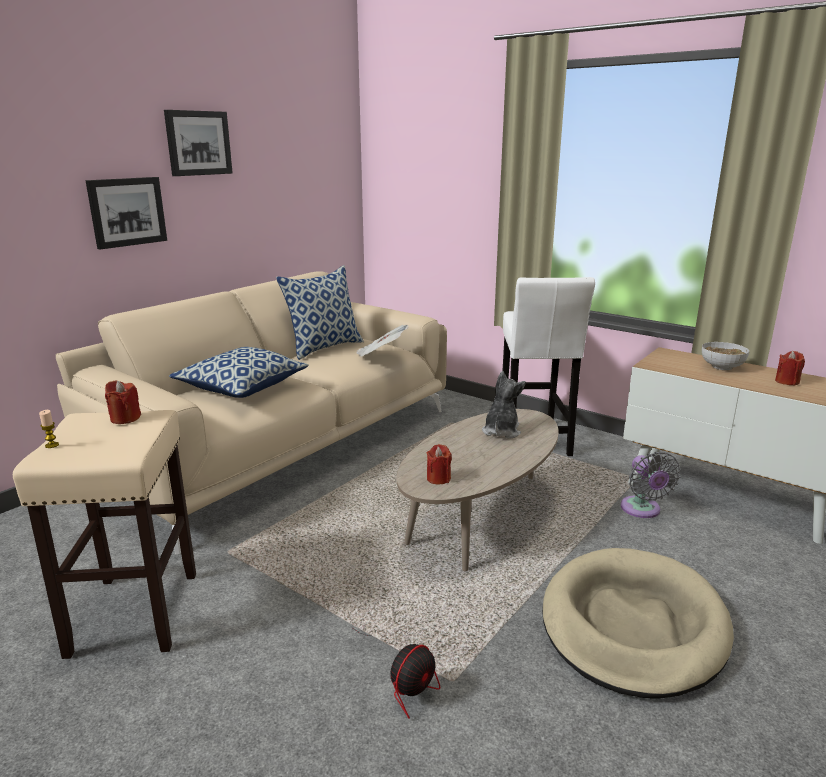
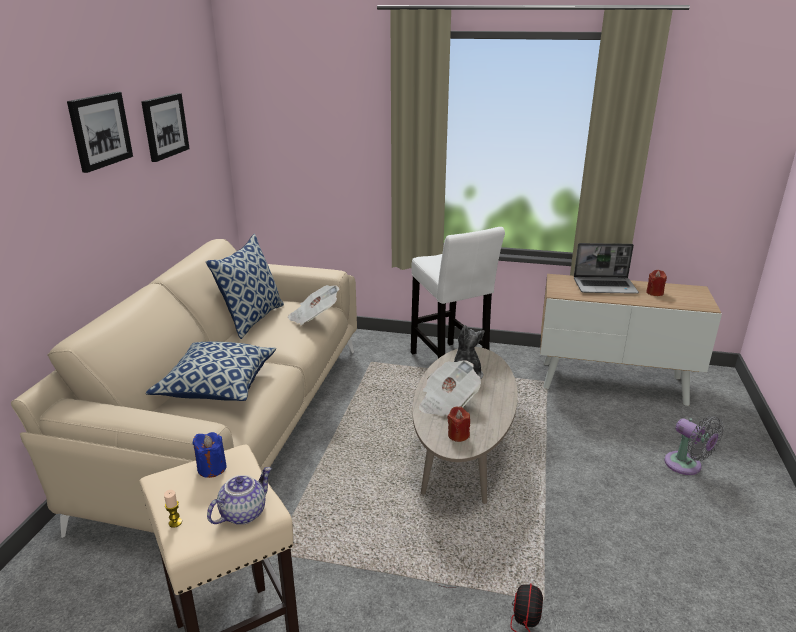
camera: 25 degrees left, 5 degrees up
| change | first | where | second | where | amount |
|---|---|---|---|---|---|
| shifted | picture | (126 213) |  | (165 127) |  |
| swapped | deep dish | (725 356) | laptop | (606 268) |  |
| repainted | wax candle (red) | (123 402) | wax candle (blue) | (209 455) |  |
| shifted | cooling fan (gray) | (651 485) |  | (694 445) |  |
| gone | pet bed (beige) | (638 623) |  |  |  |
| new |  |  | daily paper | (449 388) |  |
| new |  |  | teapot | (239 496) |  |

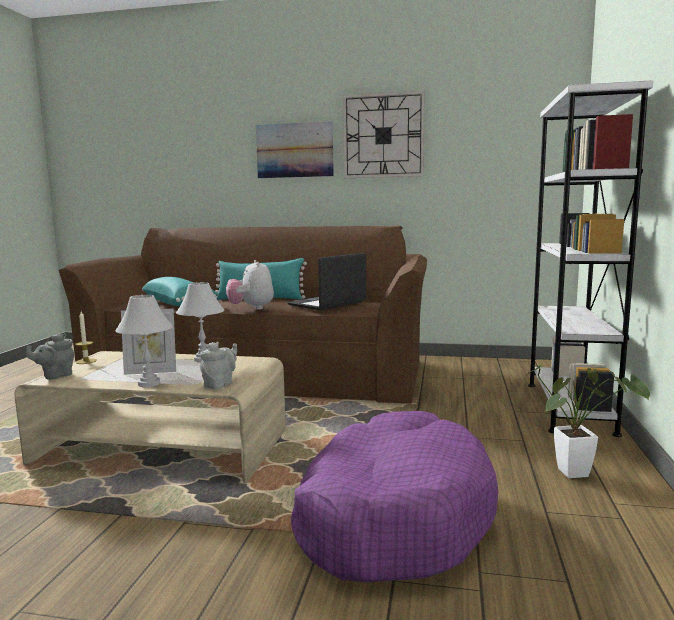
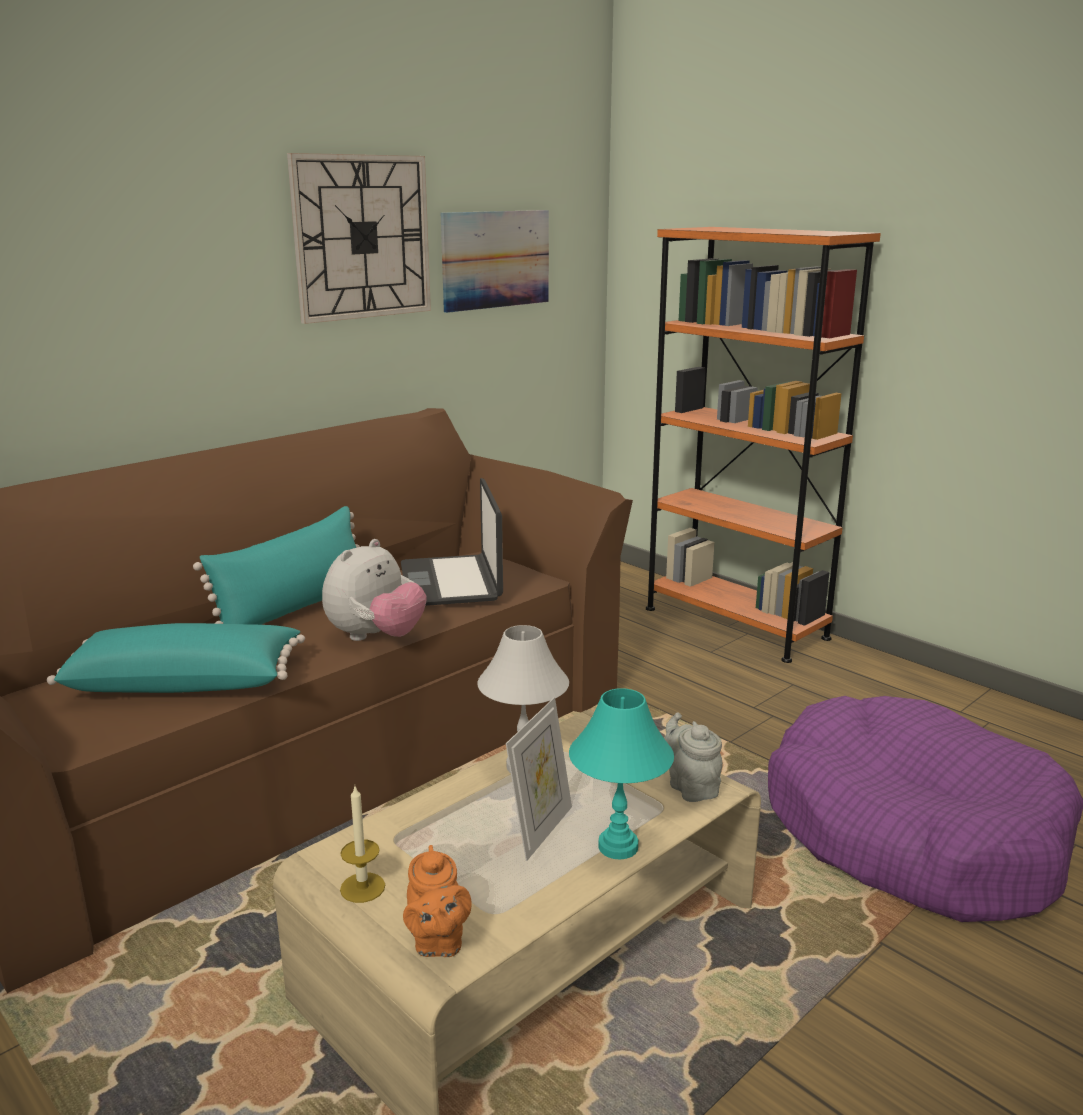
camera: 55 degrees left, 10 degrees up
| change | first | where | second | where | amount |
|---|---|---|---|---|---|
| repainted | bookshelf (white-coloured) | (591 258) | bookshelf (orange) | (763 445) |  |
| shifted | picture | (295 149) |  | (495 261) |  |
| rotated | cuddly toy | (250 285) |  | (374 590) | 75 degrees counterclockwise |
| repainted | lamp for a table (white-coloured) | (144 341) | lamp for a table (blue-green) | (621 774) |  |
| repainted | teapot (gray) | (50 356) | teapot (orange) | (437 901) |  |
| gone | potted plant | (587 421) |  |  |  |

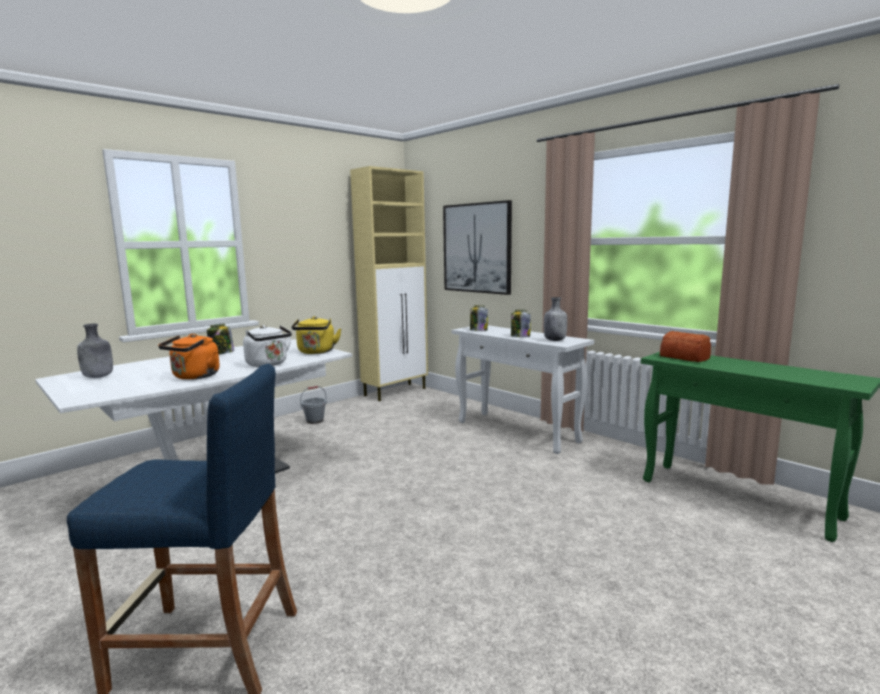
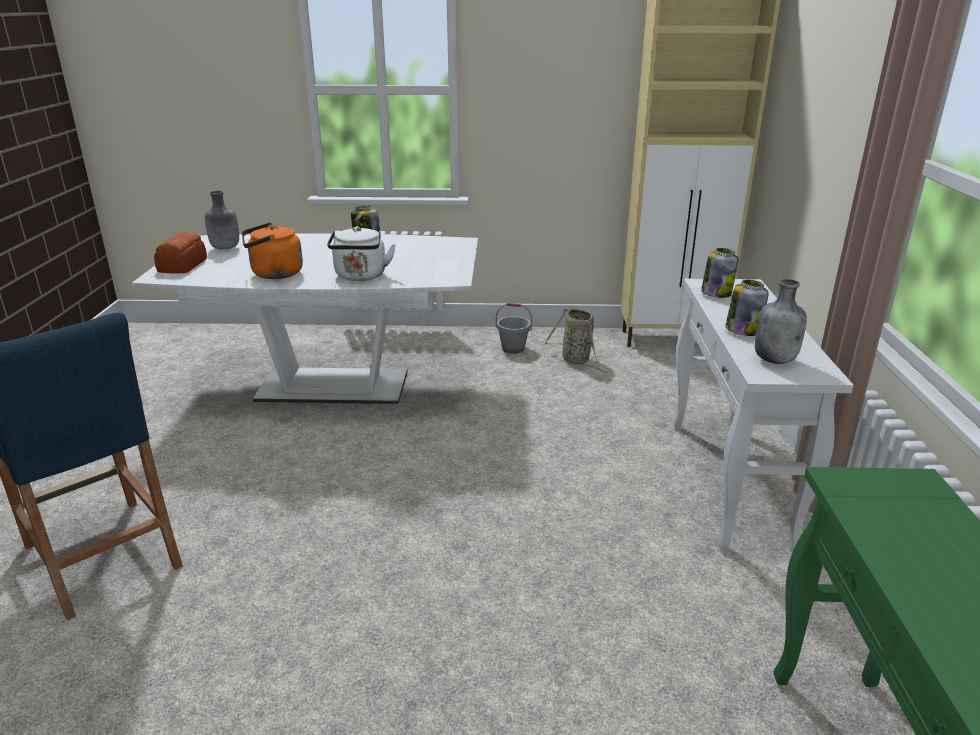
camera: 45 degrees right, 15 degrees up
| change | first | where | second | where | amount |
|---|---|---|---|---|---|
| gone | picture | (477 247) |  |  |  |
| gone | water kettle (yellow-coloured) | (316 335) |  |  |  |
| shifted | bakery bread | (685 346) |  | (180 252) |  |
| new |  |  | household basket | (576 340) |  |

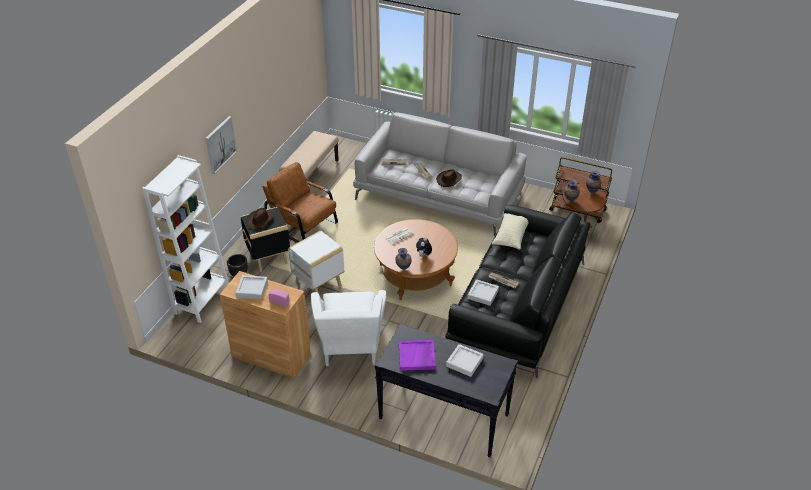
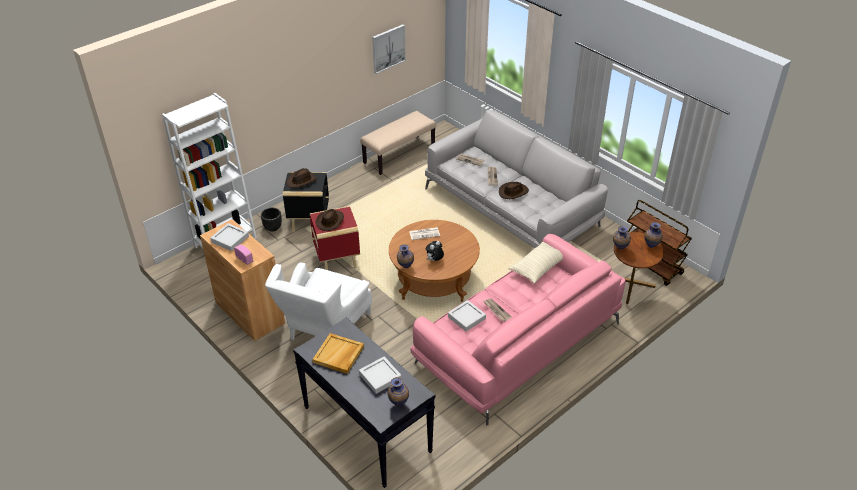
camera: 25 degrees right, 0 degrees up
| change | first | where | second | where | amount |
|---|---|---|---|---|---|
| shifted | picture | (221 145) |  | (389 49) |  |
| gone | easy chair (brown-coloured) | (300 202) |  |  |  |
| repainted | couch (blackish) | (517 291) | couch (pinkish) | (518 329) |  |
| repainted | end table (white-coloured) | (316 262) | end table (red) | (335 238) |  |
| repainted | carrying tray (purple-coloured) | (417 355) | carrying tray (beige) | (338 353) |  |
| new |  |  | hat (brown-coloured) | (329 220) |  |
| new |  |  | vase | (398 391) |  |

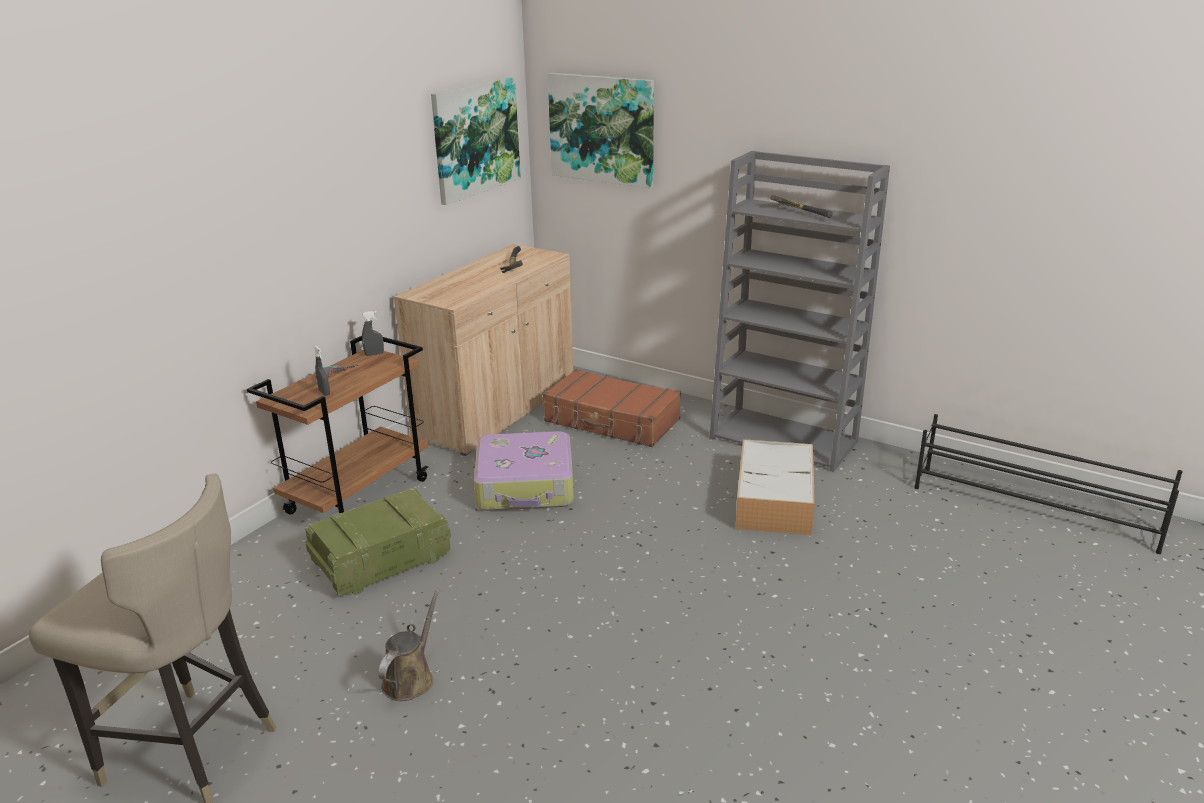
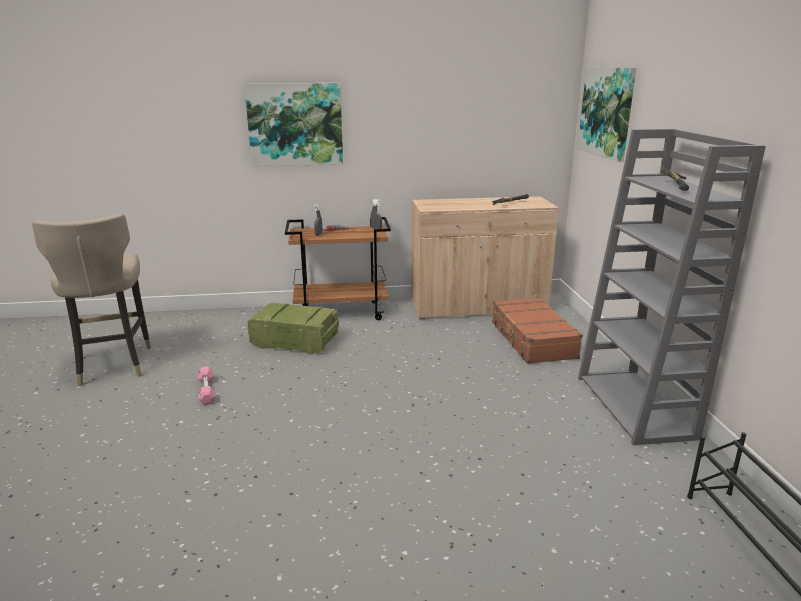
camera: 50 degrees right, 5 degrees down
| change | first | where | second | where | amount |
|---|---|---|---|---|---|
| shifted | picture | (476 141) |  | (293 124) |  |
| gone | piece of luggage | (524 471) |  |  |  |
| gone | storage box | (775 487) |  |  |  |
| swapped | watering can (brown-coloured) | (409 644) | dumbbell (pinkish) | (206 385) |  |

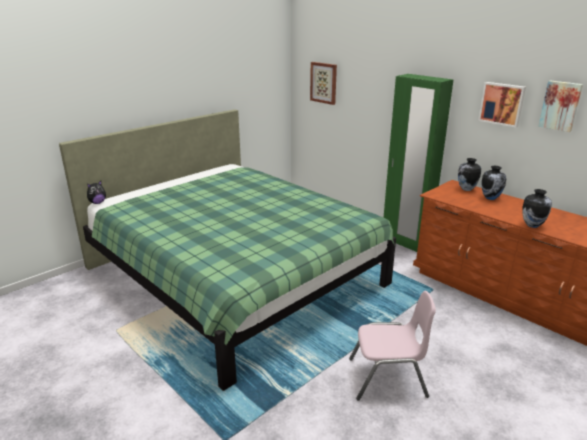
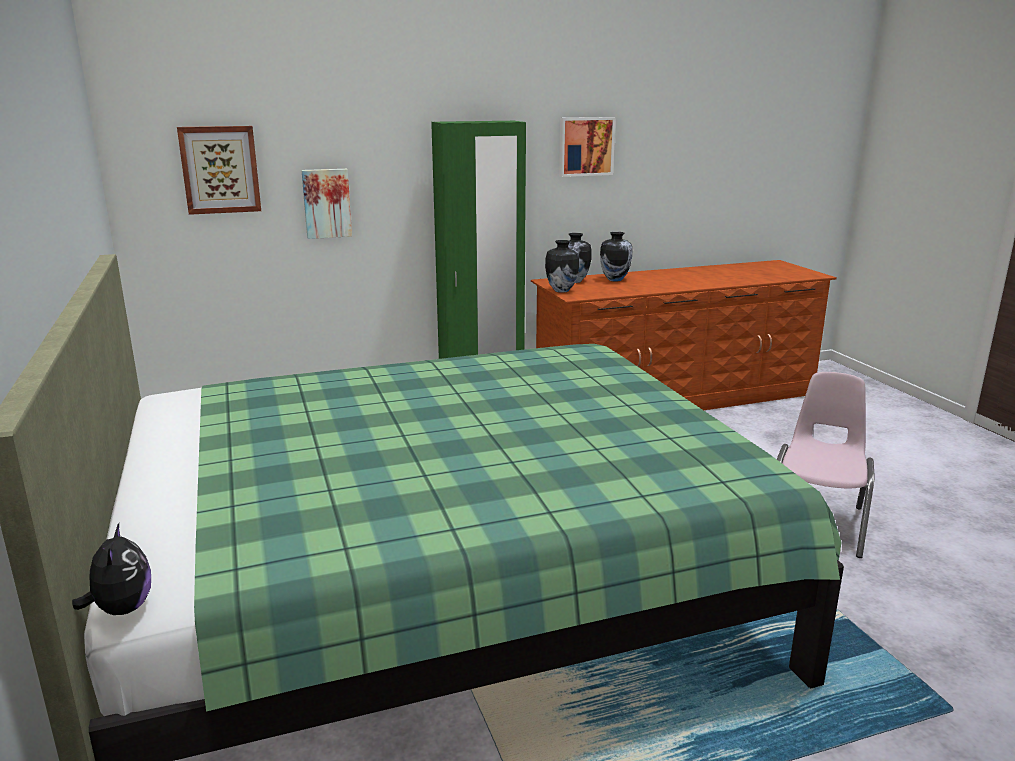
camera: 65 degrees left, 5 degrees down
| change | first | where | second | where | amount |
|---|---|---|---|---|---|
| shifted | picture | (560 106) |  | (326 204) |  |
| shifted | vase | (537 208) |  | (562 266) |  |

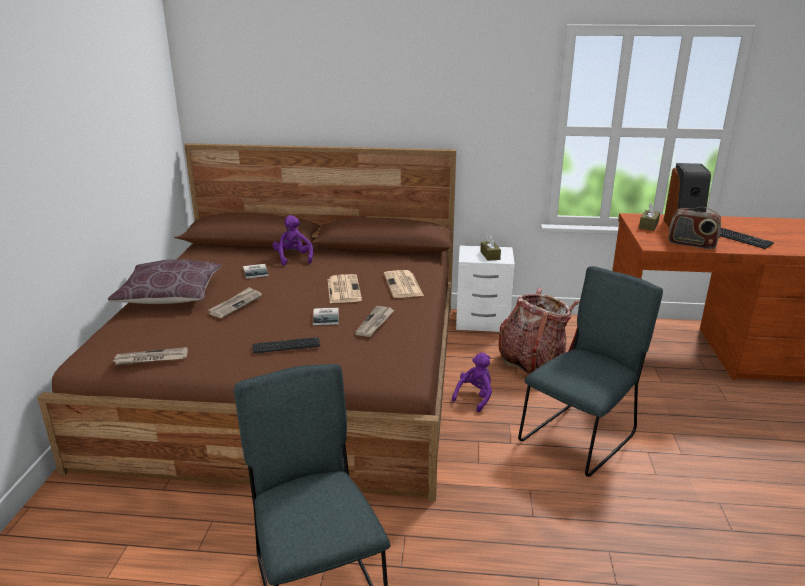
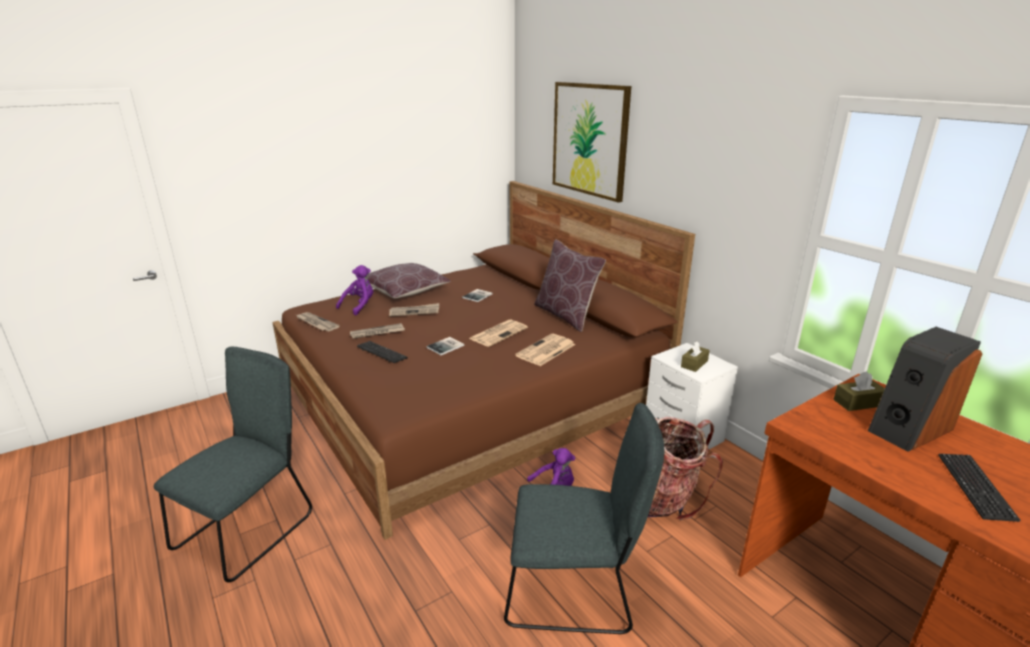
camera: 50 degrees right, 0 degrees up
| change | first | where | second | where | amount |
|---|---|---|---|---|---|
| gone | radio receiver | (694 228) |  |  |  |
| shifted | cuddly toy (purple-coloured) | (293 240) |  | (354 290) |  |
| shifted | daily paper | (374 321) |  | (377 331) |  |
| new |  |  | picture | (592 142) |  |
| new |  |  | pillow (brown-coloured) | (570 285) |  |

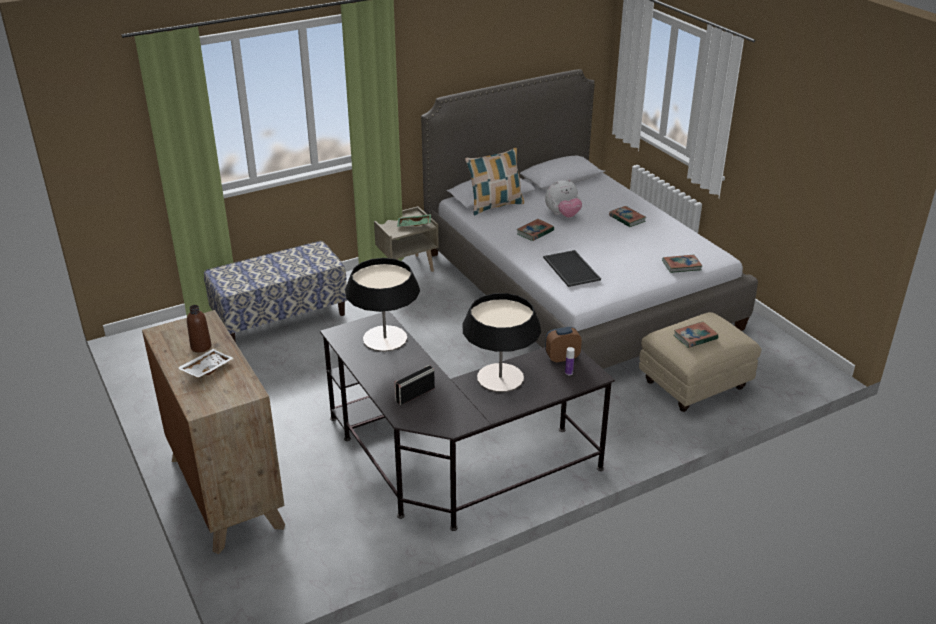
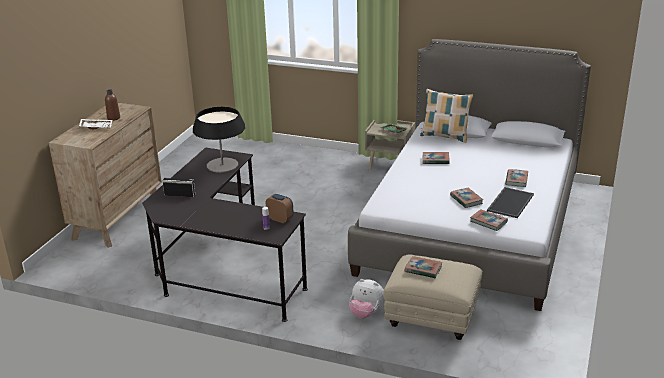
camera: 50 degrees right, 5 degrees down
| change | first | where | second | where | amount |
|---|---|---|---|---|---|
| shifted | cuddly toy | (563 198) |  | (367 299) |  |
| gone | long seat | (276 292) |  |  |  |
| shifted | carrying tray | (572 268) |  | (510 202) |  |
| gone | lamp for a table | (501 342) |  |  |  |
| new |  |  | book | (466 198) |  |

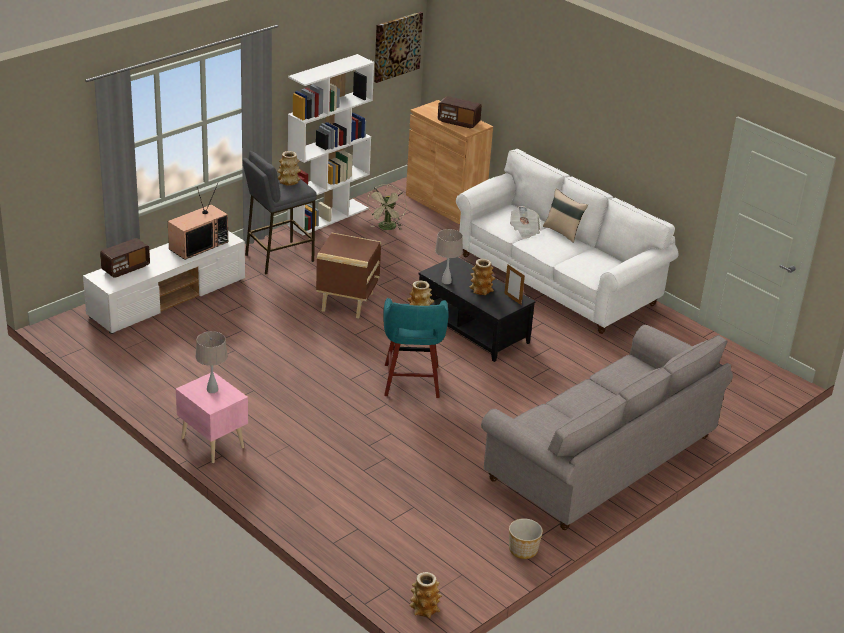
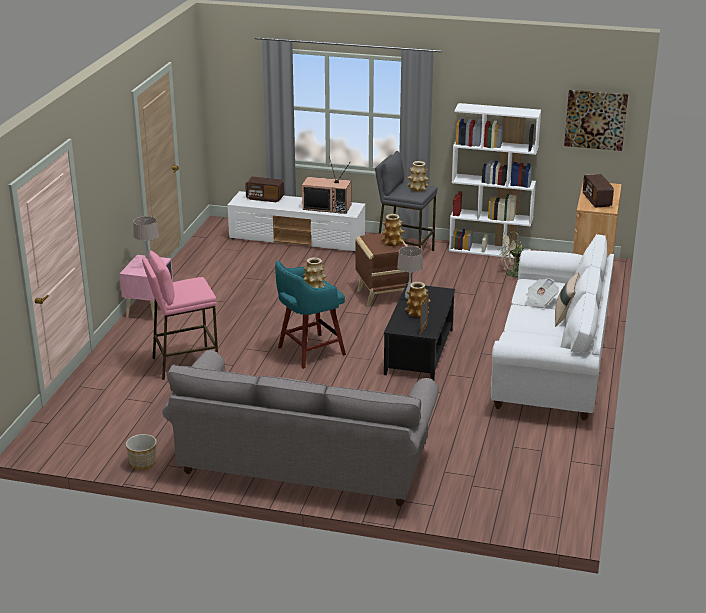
camera: 60 degrees right, 5 degrees down
| change | first | where | second | where | amount |
|---|---|---|---|---|---|
| shifted | vase | (425 595) |  | (393 230) |  |
| new |  |  | stool seat (pinkish) | (180 315) |  |

